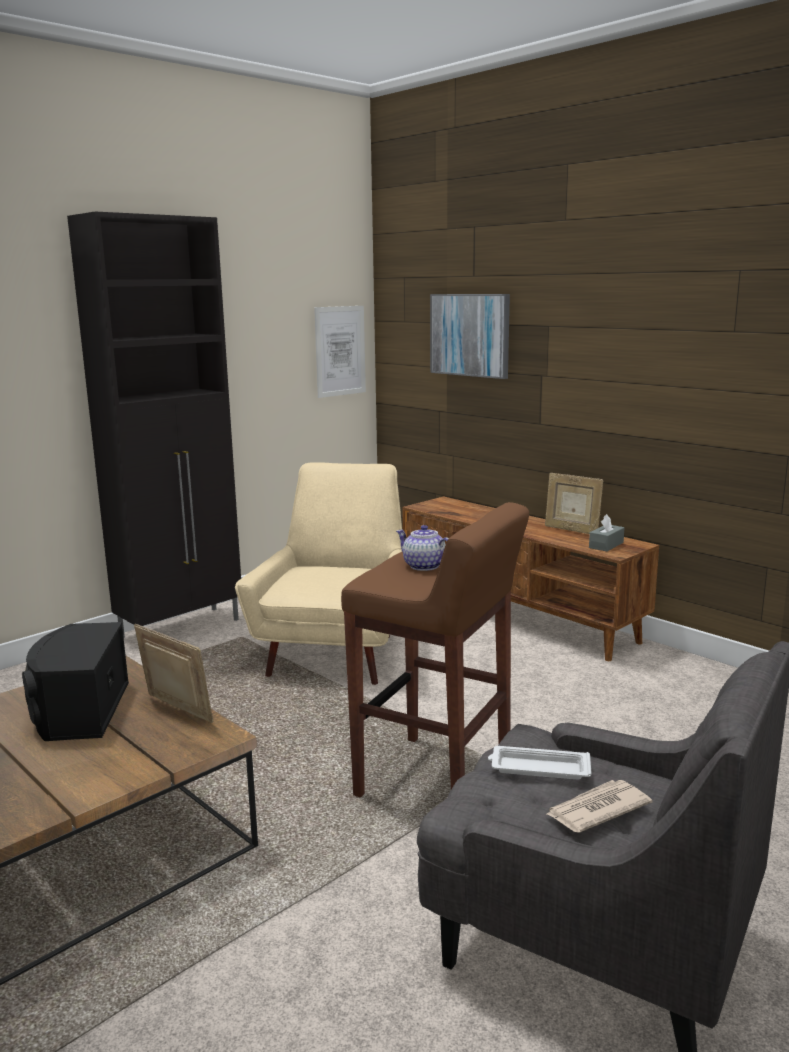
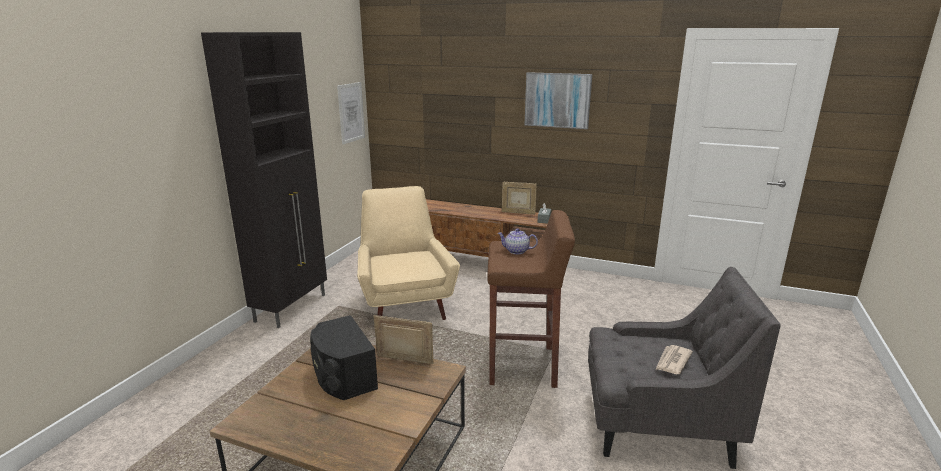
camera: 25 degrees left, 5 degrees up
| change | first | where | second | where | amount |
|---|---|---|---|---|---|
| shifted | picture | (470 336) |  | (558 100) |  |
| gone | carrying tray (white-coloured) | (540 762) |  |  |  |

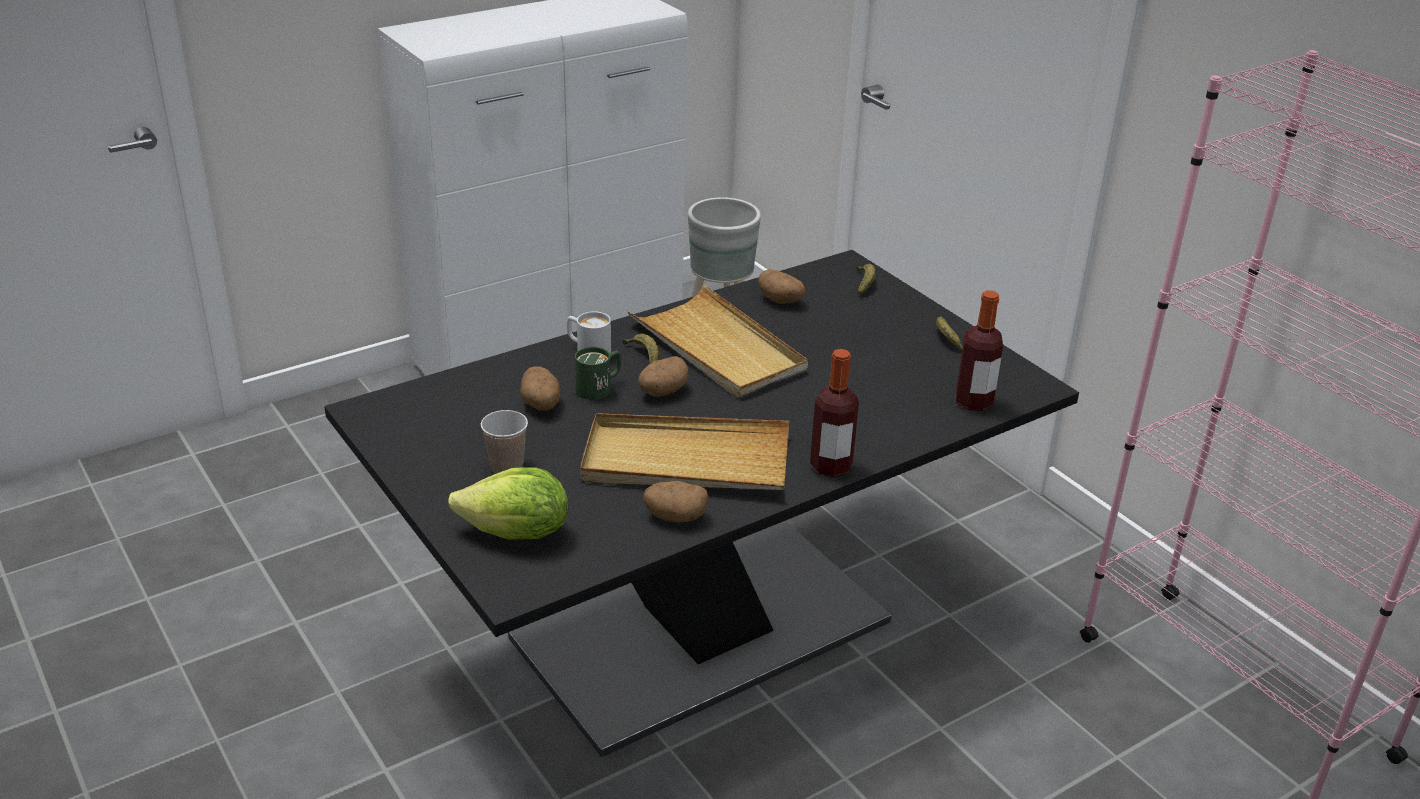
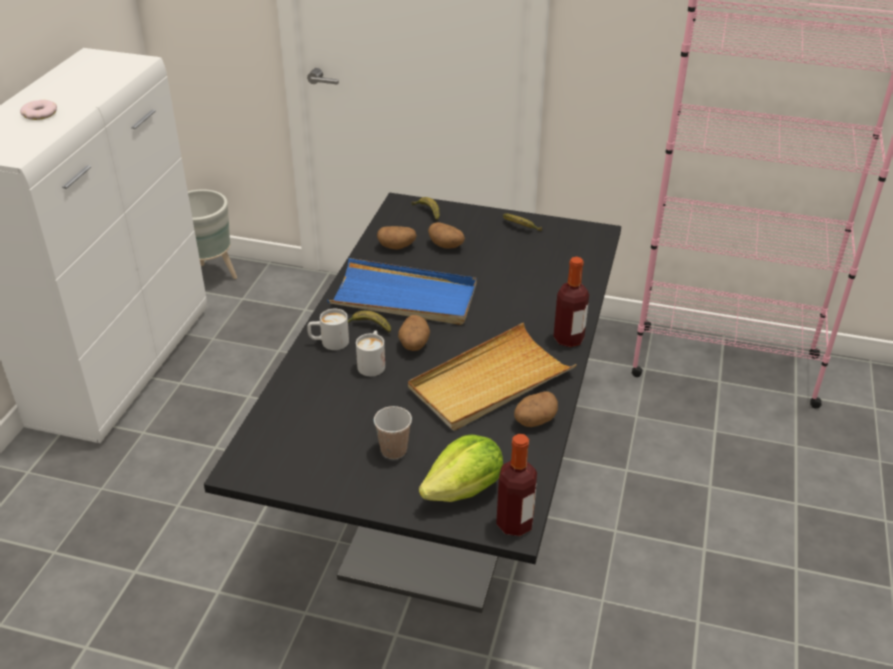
camera: 40 degrees left, 5 degrees up
| change | first | where | second | where | amount |
|---|---|---|---|---|---|
| repainted | carrying tray (beige) | (717 341) | carrying tray (blue) | (402 291) |  |
| shifted | drink bottle | (979 350) |  | (516 485) |  |
| repainted | mug (greenish) | (598 373) | mug (white-coloured) | (370 353) |  |
| shifted | spud | (540 388) |  | (446 235) |  |
| new |  |  | ring doughnut | (38 110) |  |

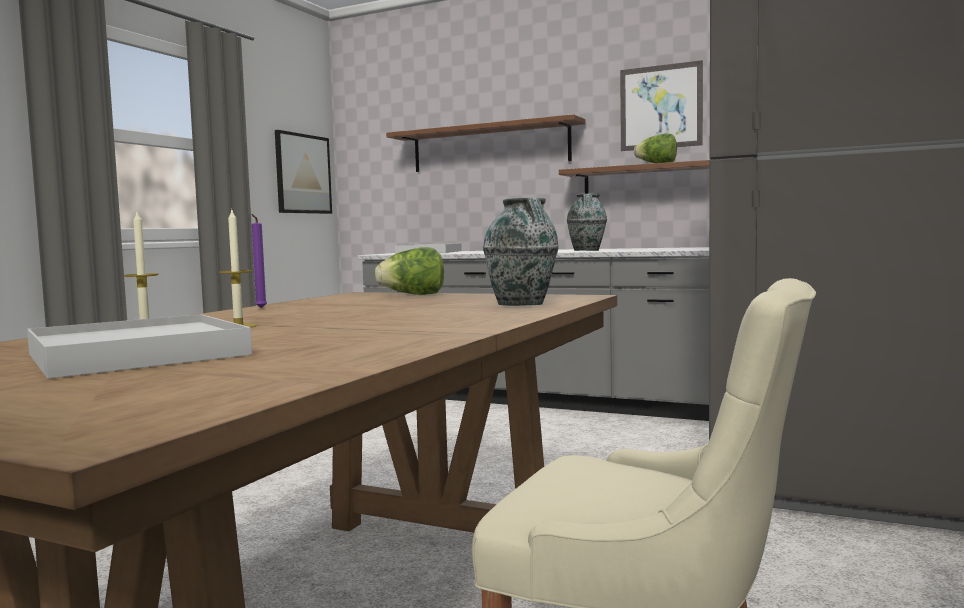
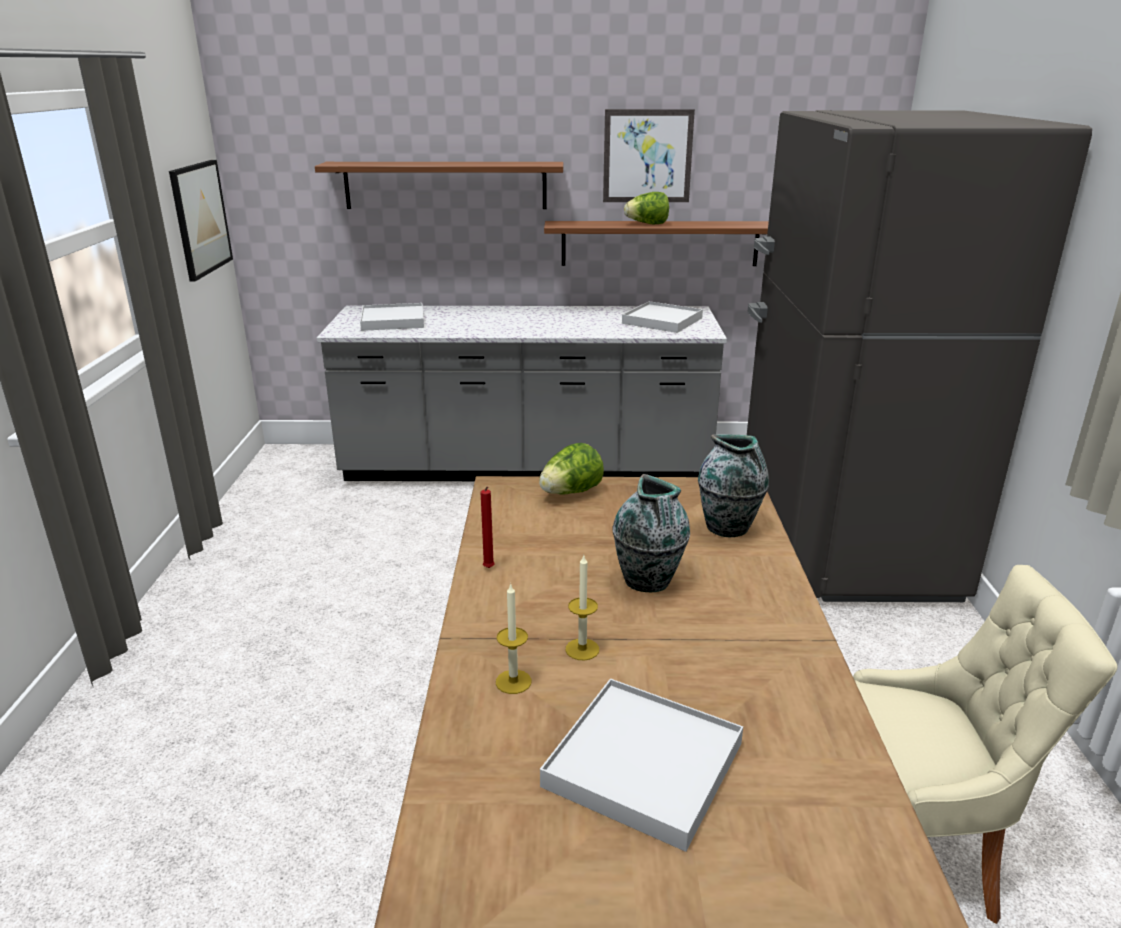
camera: 25 degrees left, 20 degrees up
| change | first | where | second | where | amount |
|---|---|---|---|---|---|
| shifted | vase | (587 222) |  | (651 533) |  |
| repainted | wax candle (purple-coloured) | (259 261) | wax candle (red) | (488 527) |  |
| new |  |  | carrying tray (white-coloured) | (662 317) |  |

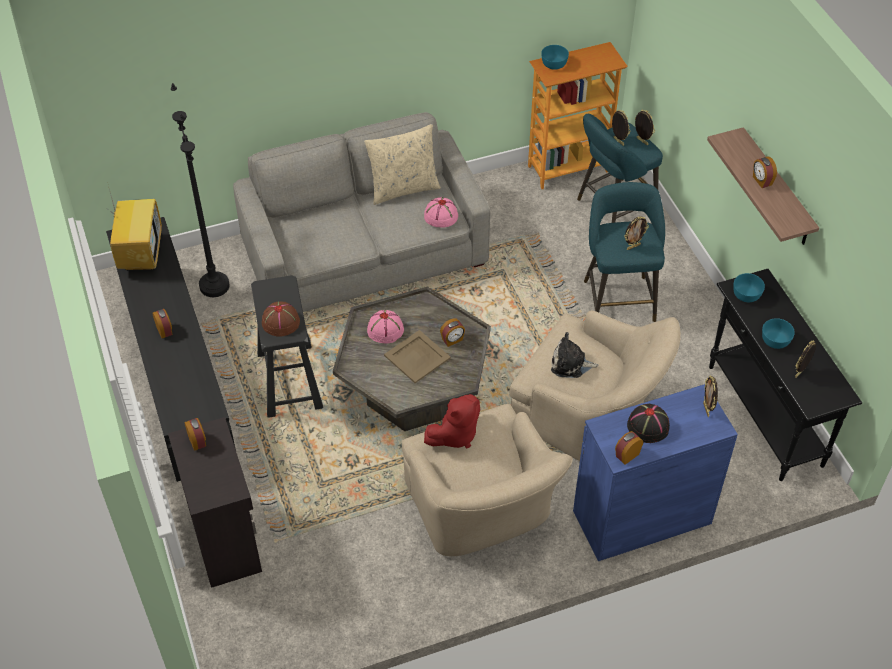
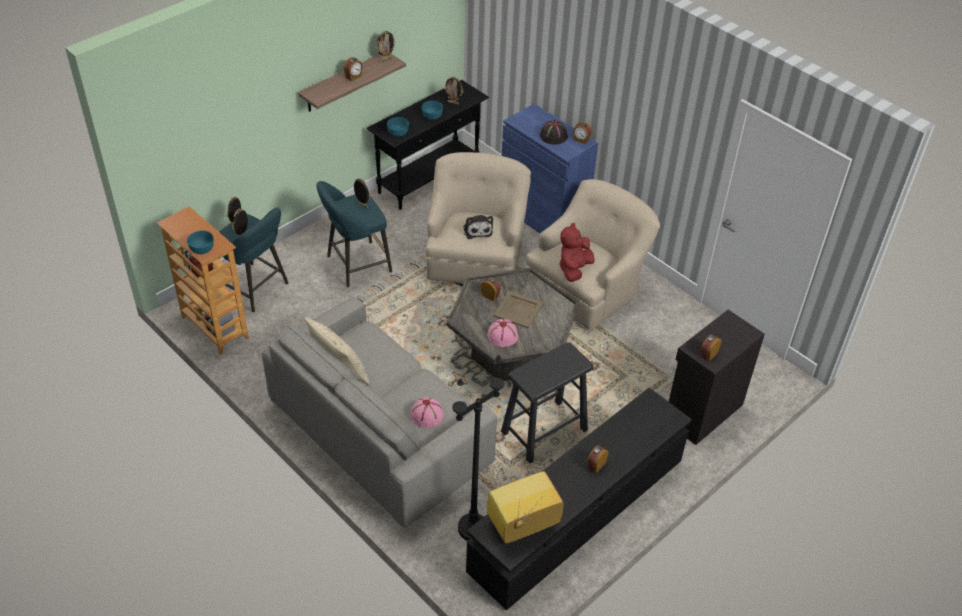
camera: 115 degrees left, 5 degrees down
| change | first | where | second | where | amount |
|---|---|---|---|---|---|
| shifted | hat (pinkish) | (441 212) |  | (426 412) |  |
| gone | hat (brown-coloured) | (281 319) |  |  |  |
| shifted | picture frame | (710 396) |  | (386 46) |  |
| rotated | cuddly toy (red) | (452 421) |  | (577 252) | 90 degrees counterclockwise |

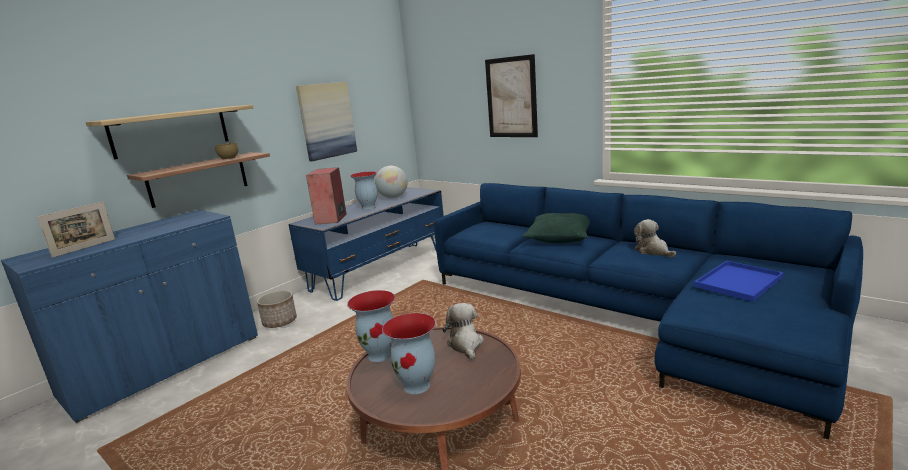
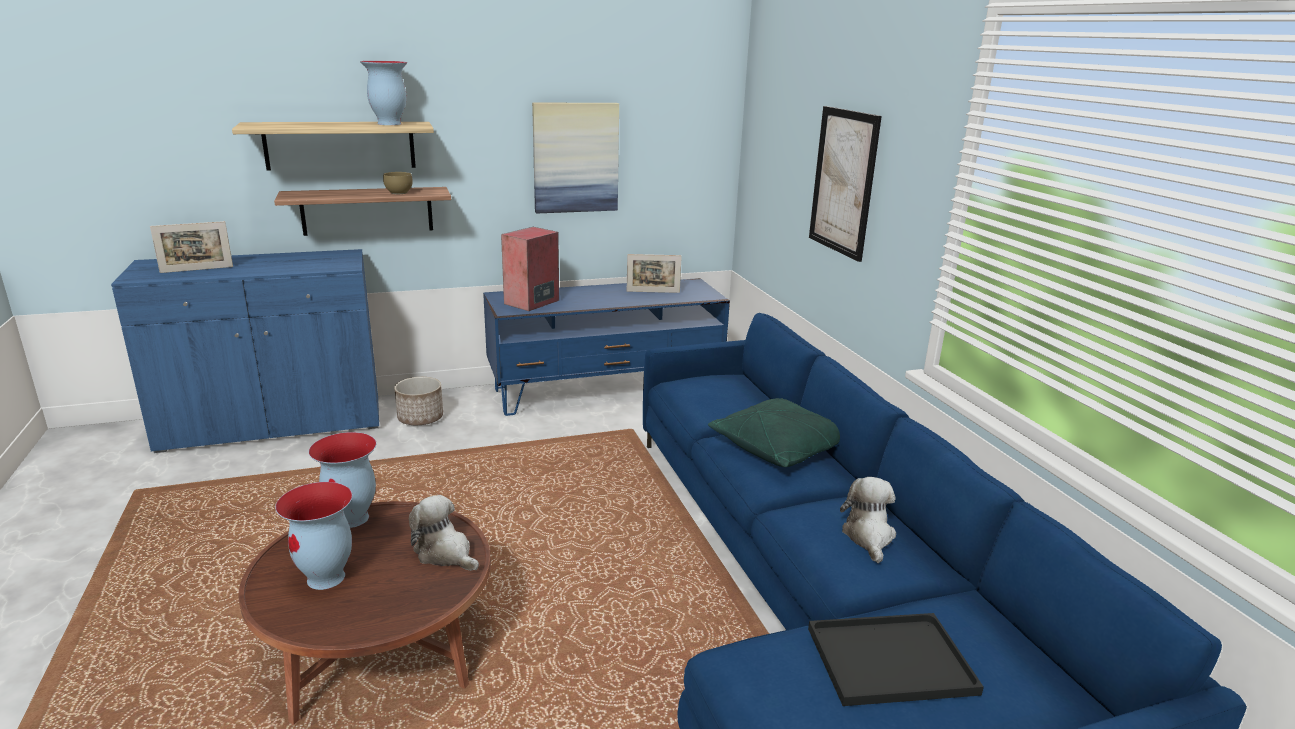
camera: 30 degrees right, 5 degrees up
| change | first | where | second | where | amount |
|---|---|---|---|---|---|
| swapped | globe | (391 182) | picture frame | (654 273) |  |
| shifted | vase | (363 190) |  | (384 93) |  |
| repainted | carrying tray (blue) | (739 281) | carrying tray (blackish) | (896 659) |  |
| rotated | cuddly toy | (463 331) |  | (444 533) | 75 degrees counterclockwise |

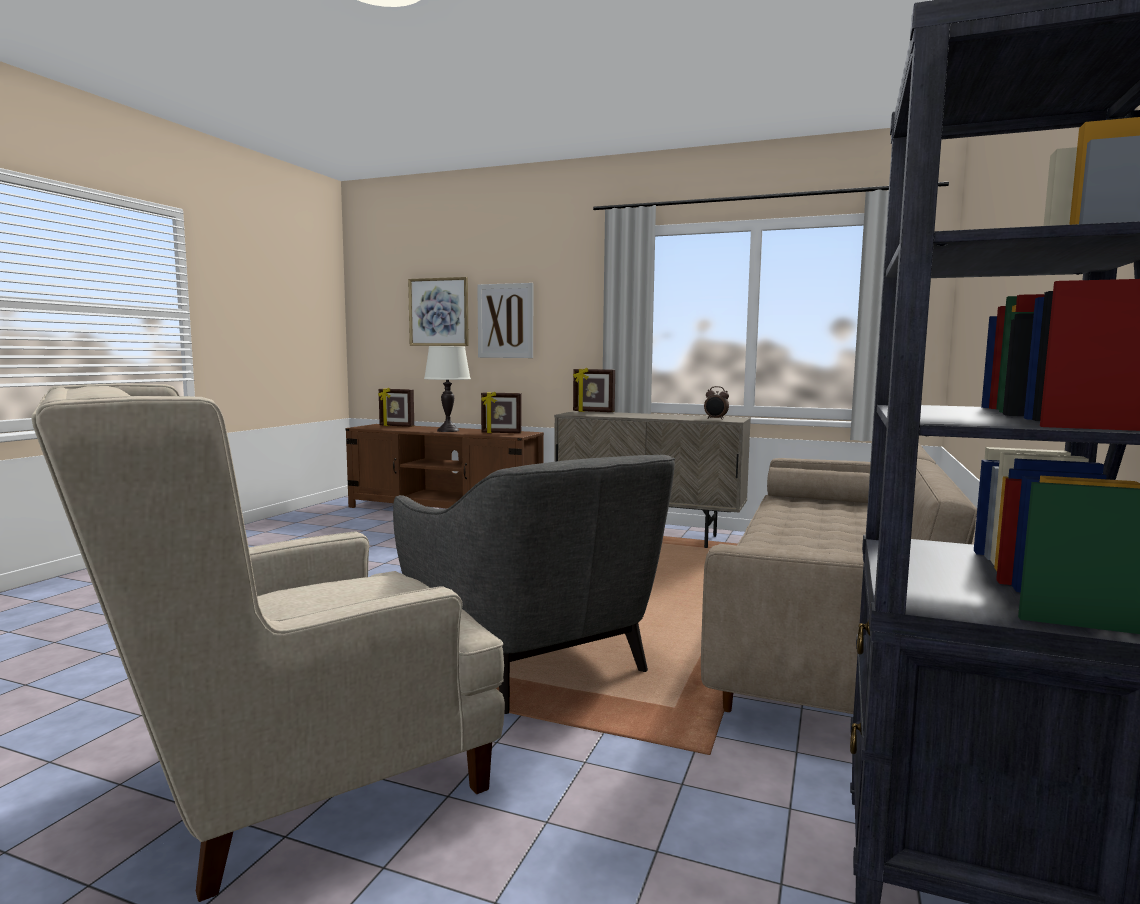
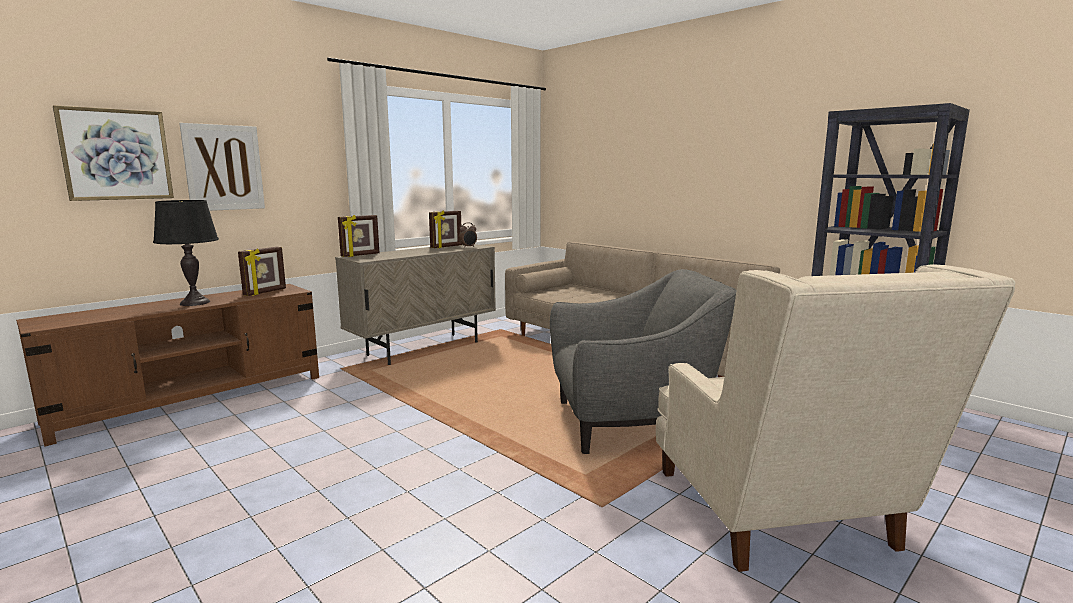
camera: 65 degrees left, 5 degrees up
| change | first | where | second | where | amount |
|---|---|---|---|---|---|
| repainted | lamp for a table (white-coloured) | (447 389) | lamp for a table (blackish) | (186 253) |  |
| shifted | picture frame | (396 407) |  | (445 229) |  |

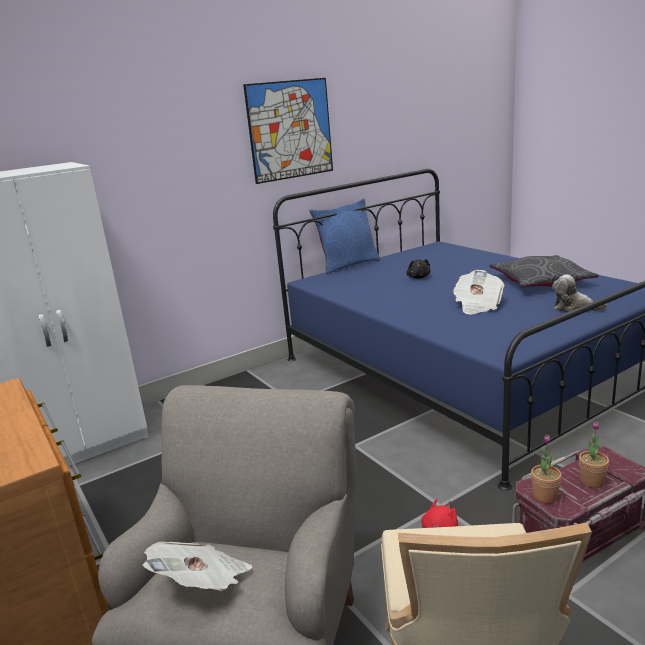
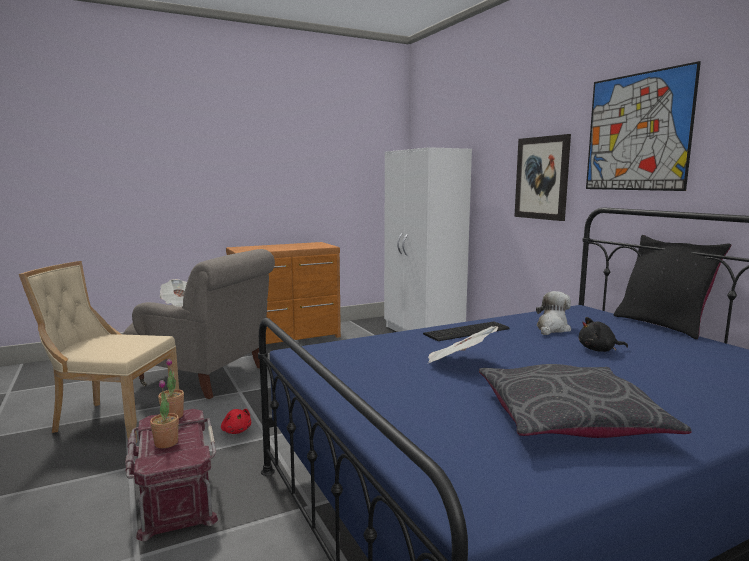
camera: 95 degrees right, 10 degrees down
| change | first | where | second | where | amount |
|---|---|---|---|---|---|
| repainted | pillow (blue) | (345 236) | pillow (blackish) | (672 287) |  |
| shifted | cuddly toy | (580 293) |  | (553 313) |  |
| new |  |  | picture | (542 177) |  |
| new |  |  | computer keyboard | (466 331) |  |

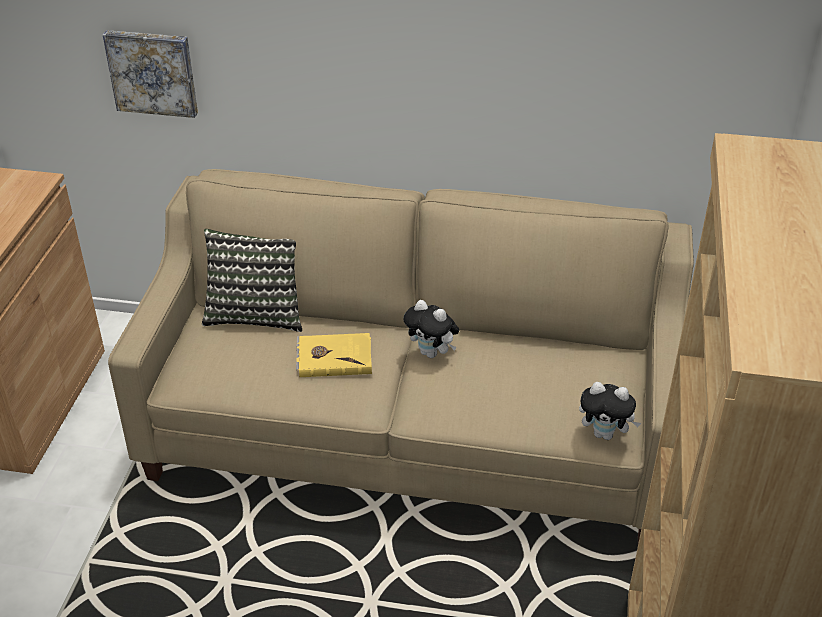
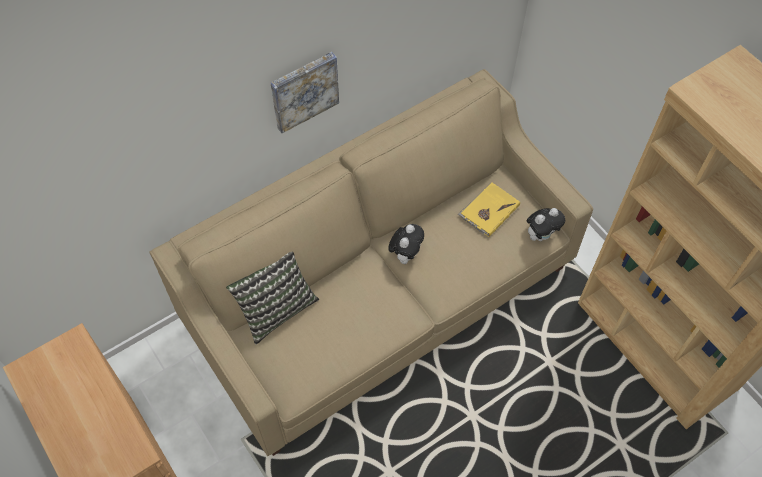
camera: 45 degrees left, 20 degrees up
| change | first | where | second | where | amount |
|---|---|---|---|---|---|
| shifted | picture | (150 74) |  | (305 92) |  |
| rotated | cuddly toy | (431 329) |  | (406 244) | 60 degrees counterclockwise |
| shifted | book (yellow-coloured) | (334 355) |  | (489 209) |  |

